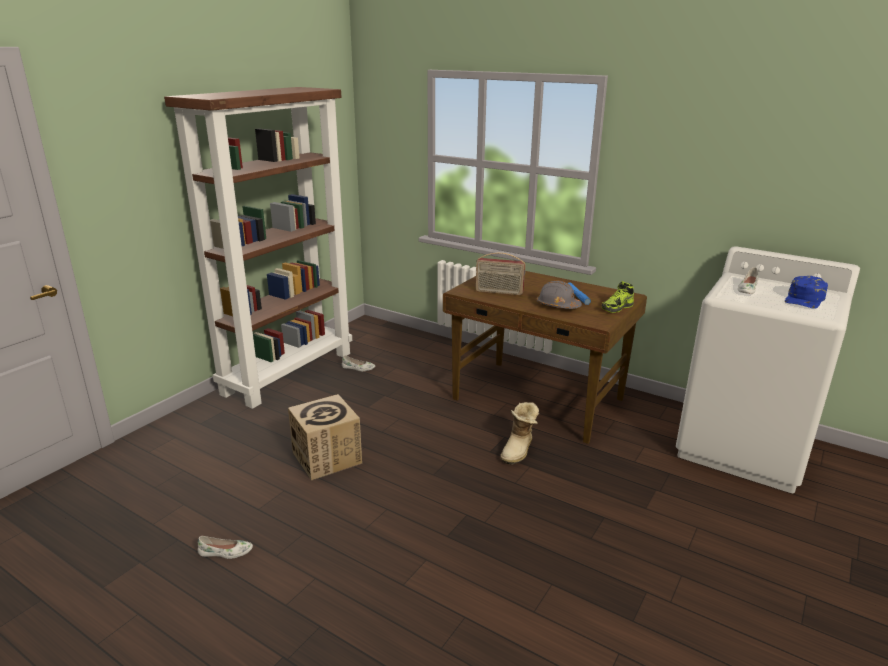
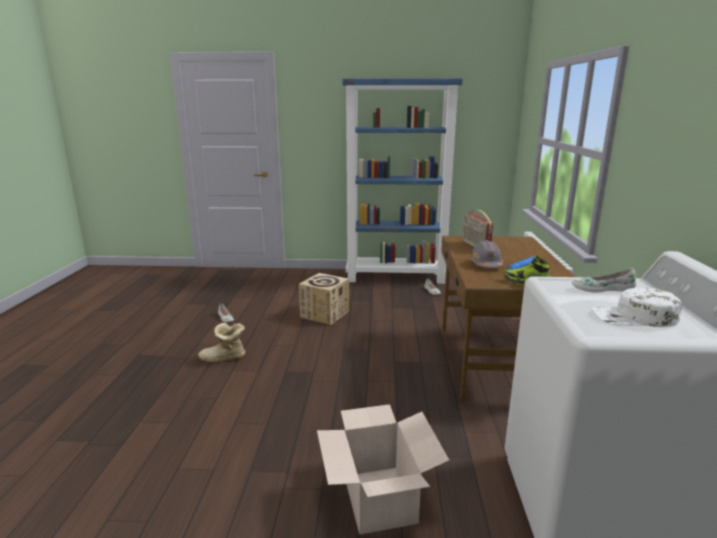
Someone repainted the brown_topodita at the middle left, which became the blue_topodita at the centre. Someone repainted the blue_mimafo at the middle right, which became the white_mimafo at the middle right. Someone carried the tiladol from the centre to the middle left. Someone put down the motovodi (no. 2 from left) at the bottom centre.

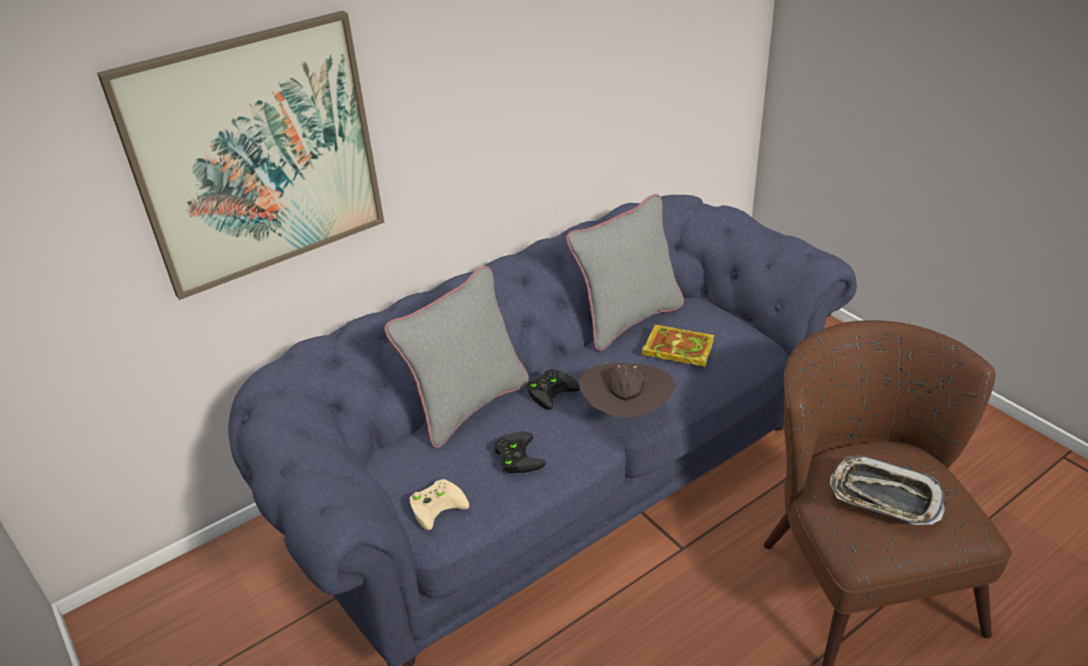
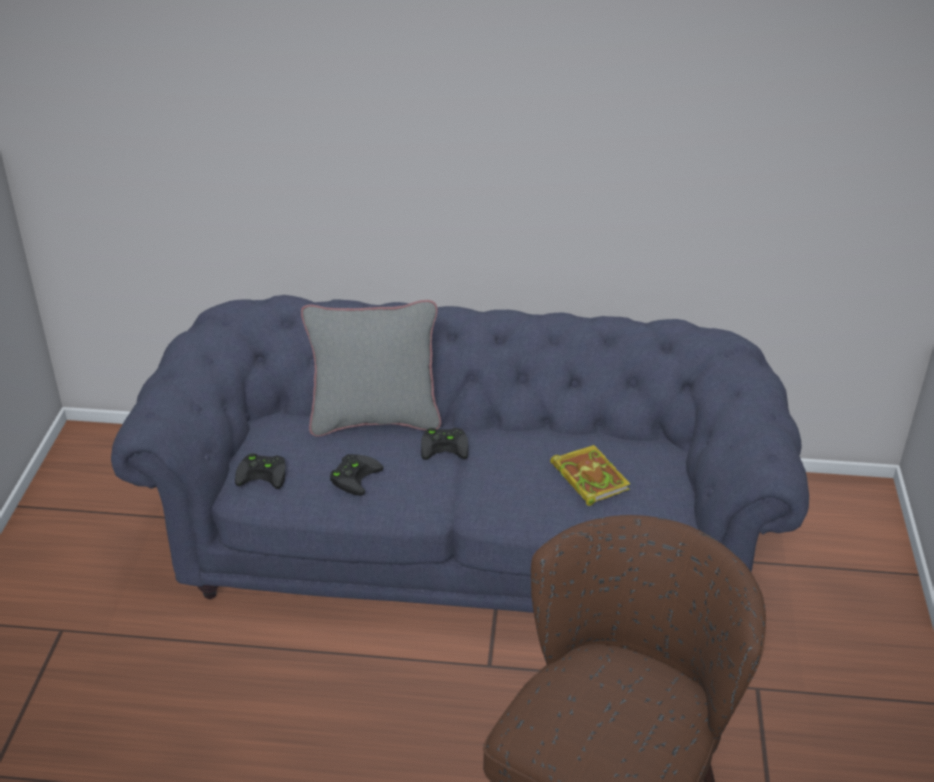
Someone took away the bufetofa at the top left. Someone took away the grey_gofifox (no. 2 from left) at the centre. Someone took away the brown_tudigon at the centre. Someone took away the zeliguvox at the bottom right. Someone repainted the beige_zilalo at the bottom centre, which became the black_zilalo (no. 1 from left) at the middle left.

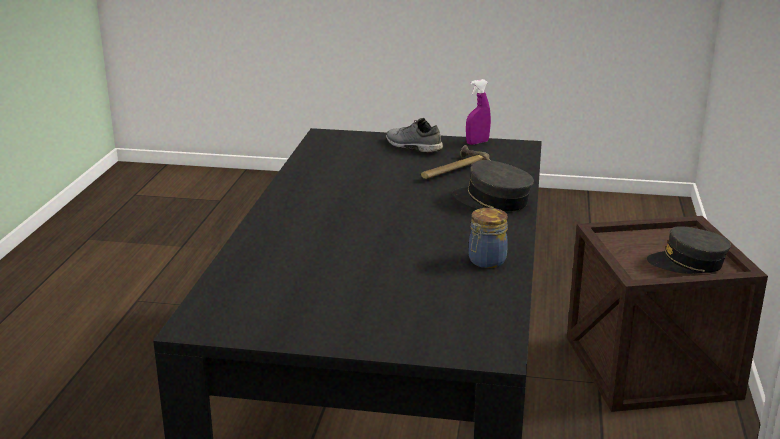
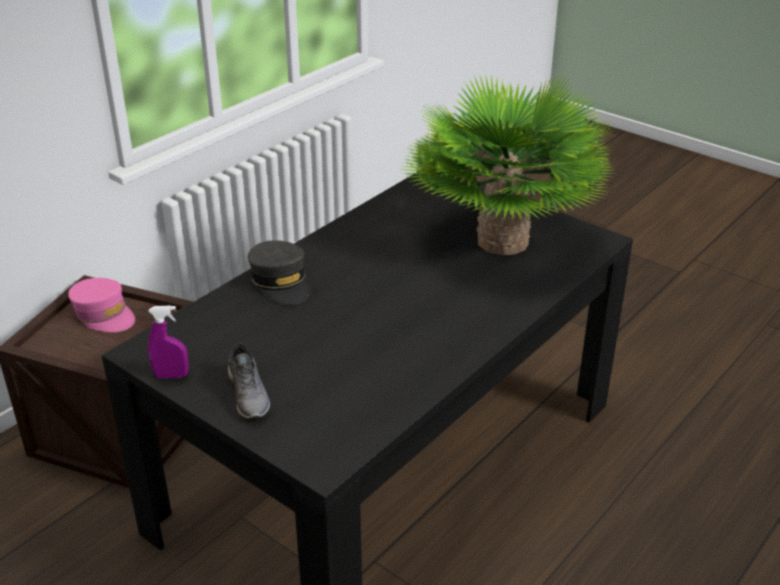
Someone took away the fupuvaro at the centre. Someone took away the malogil at the centre. Someone repainted the grey_mimafo (no. 2 from left) at the middle right, which became the pink_mimafo at the middle left. Someone put down the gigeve at the top centre.

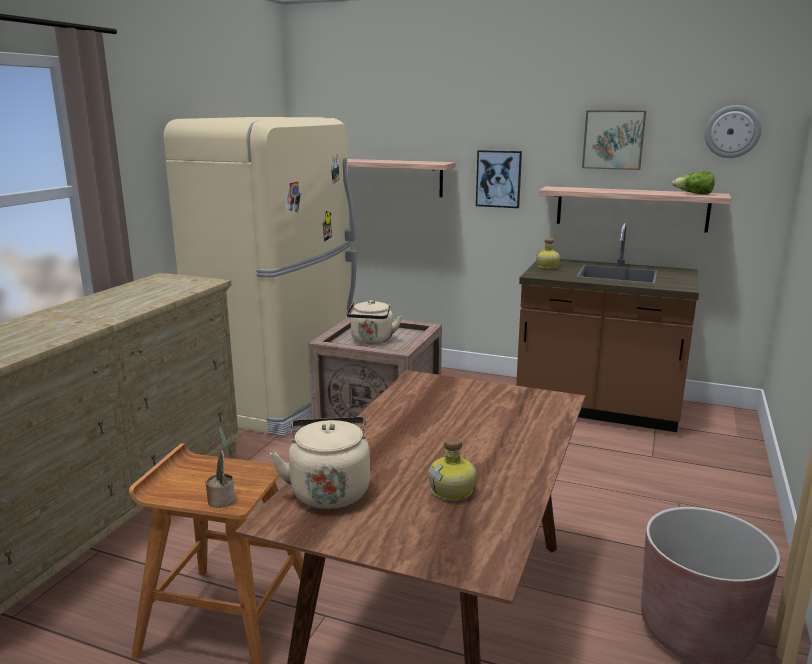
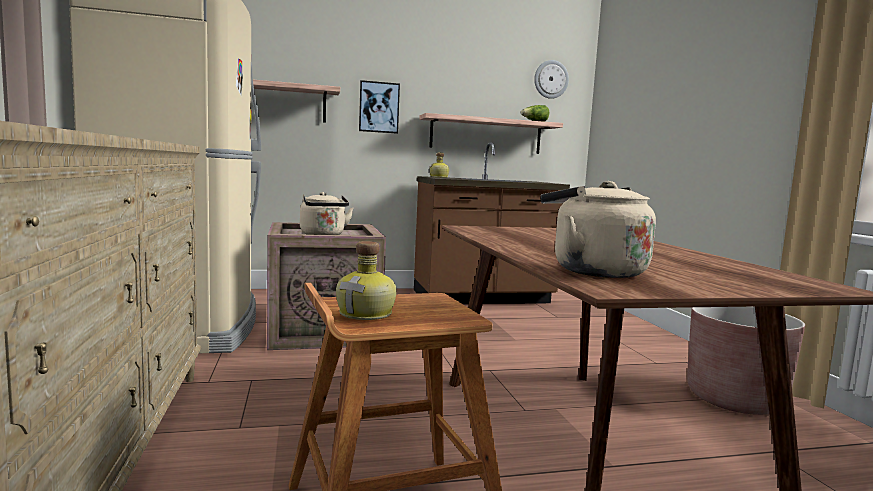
Someone took away the bufetofa (no. 2 from left) at the top right. Someone took away the gigeve at the bottom left. Someone carried the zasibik (no. 1 from left) from the bottom centre to the centre.

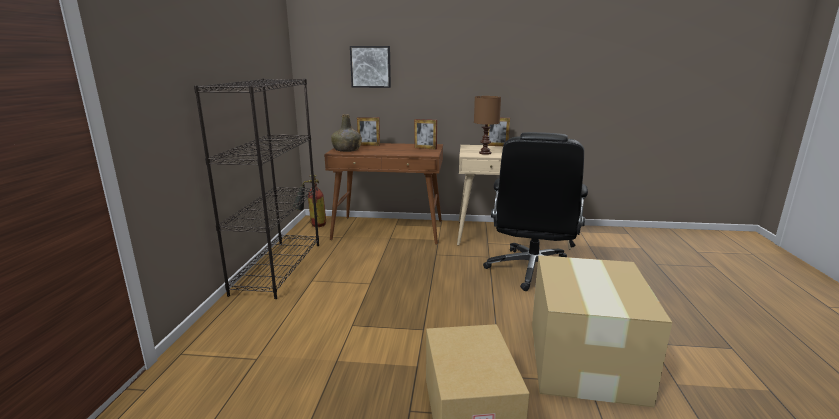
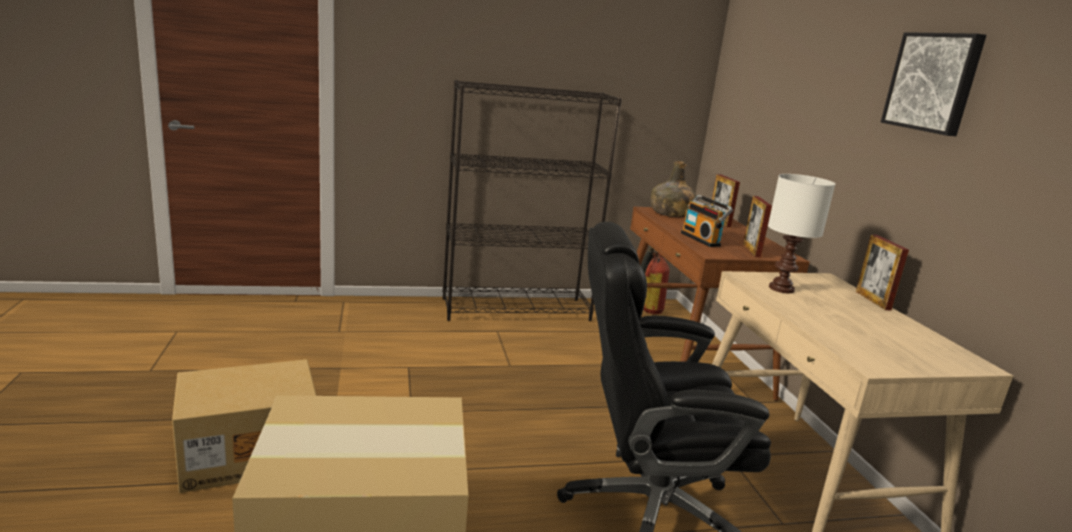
Someone carried the bufetofa from the top centre to the top right. Someone repainted the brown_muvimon at the top centre, which became the white_muvimon at the middle right. Someone put down the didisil at the centre.

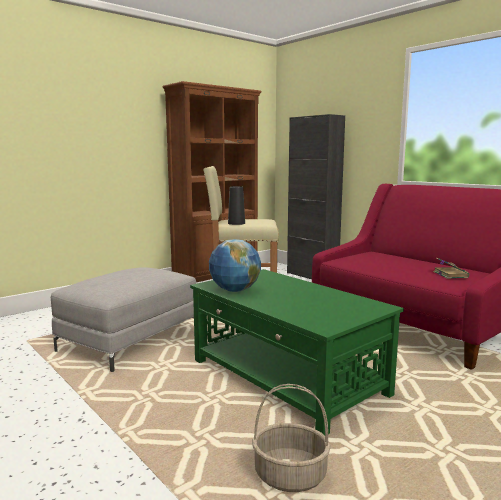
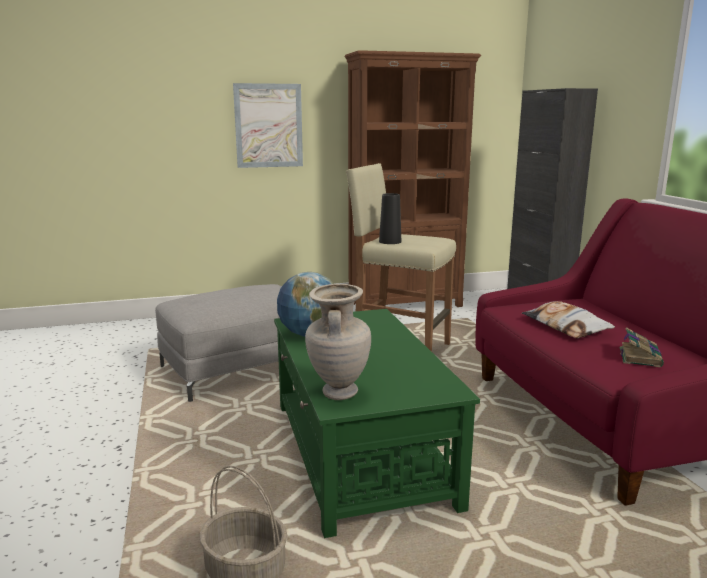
Someone put up the bufetofa at the top centre. Someone put down the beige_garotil at the centre. Someone put down the gofifox at the middle right.

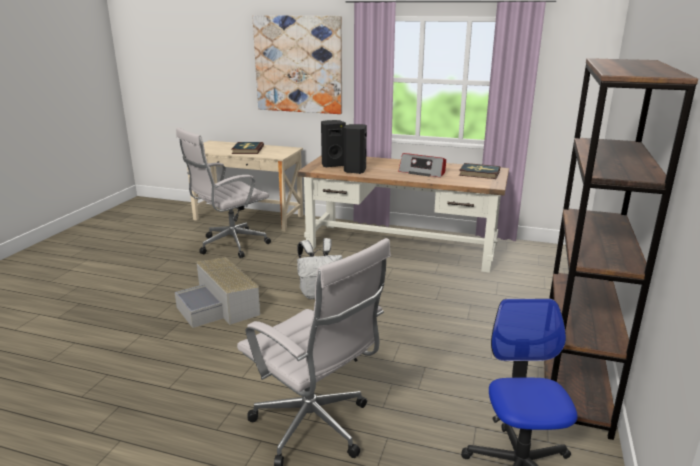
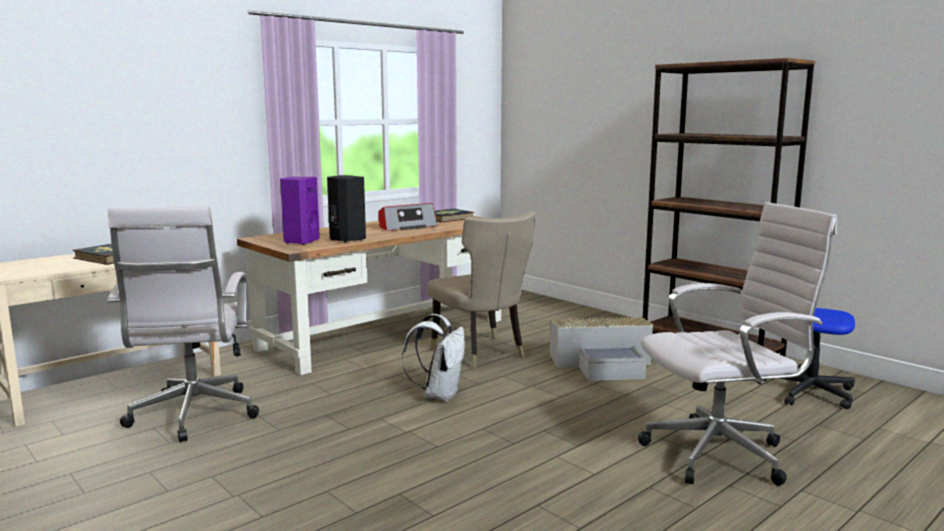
Someone took away the bufetofa at the top centre. Someone repainted the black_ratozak (no. 1 from left) at the top centre, which became the purple_ratozak at the middle left. Someone carried the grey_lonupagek from the middle left to the centre. Someone put down the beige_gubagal at the centre.

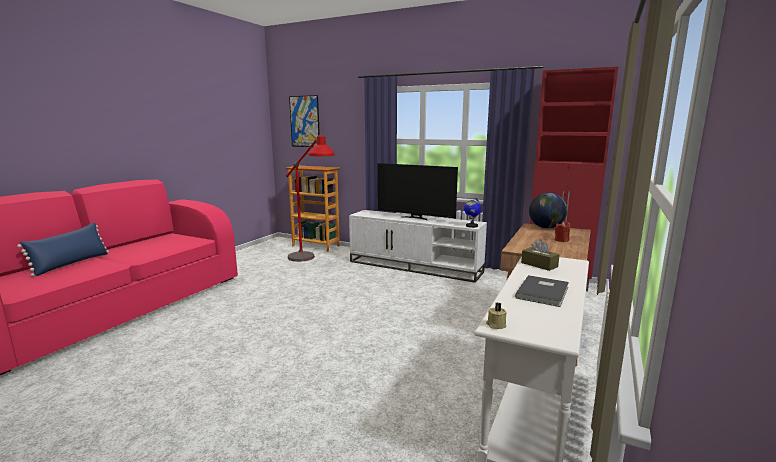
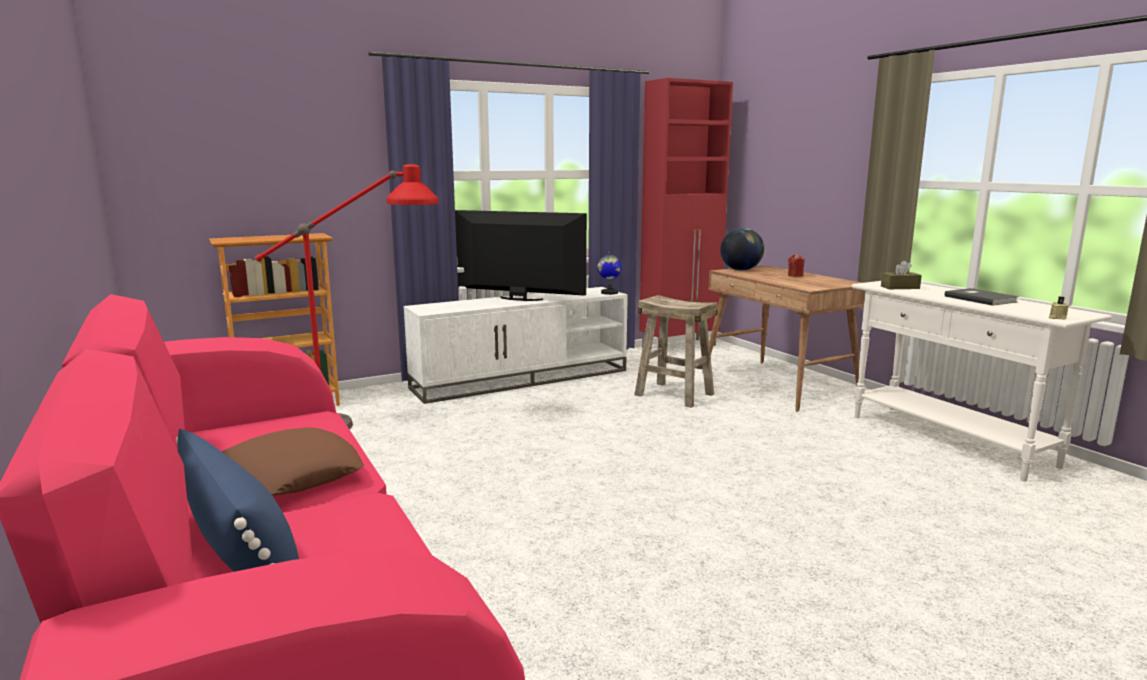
Someone took away the bufetofa at the top centre. Someone rotated the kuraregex at the centre by 135 degrees counterclockwise. Someone put down the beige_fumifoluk at the centre. Someone put down the brown_gofifox at the bottom left.

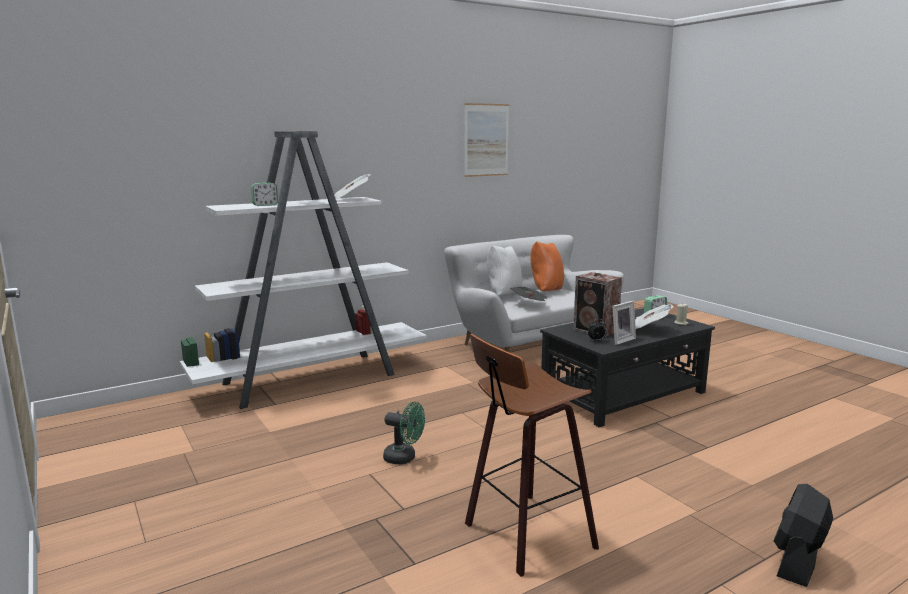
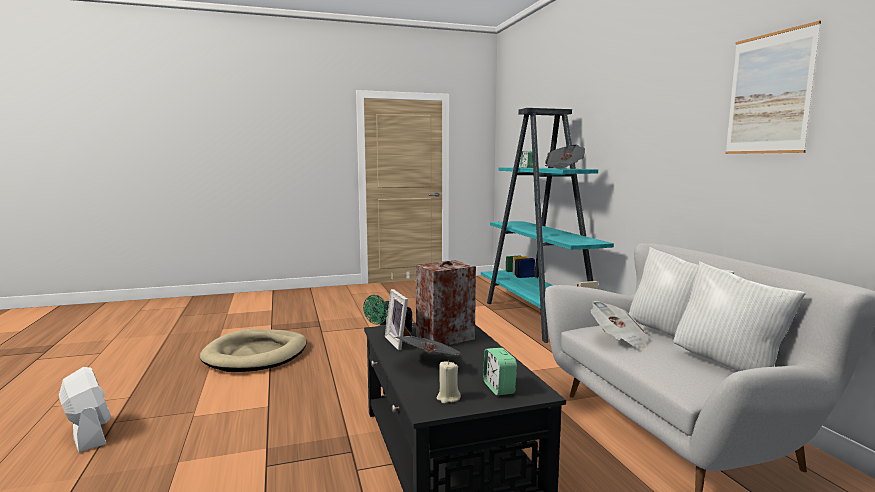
Someone repainted the white_topodita at the centre, which became the turquoise_topodita at the centre. Someone repainted the orange_gofifox at the centre, which became the white_gofifox (no. 2 from left) at the middle right. Someone swapped the fumifoluk at the bottom centre for the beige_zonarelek at the bottom left. Someone repainted the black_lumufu at the bottom right, which became the white_lumufu at the bottom left.

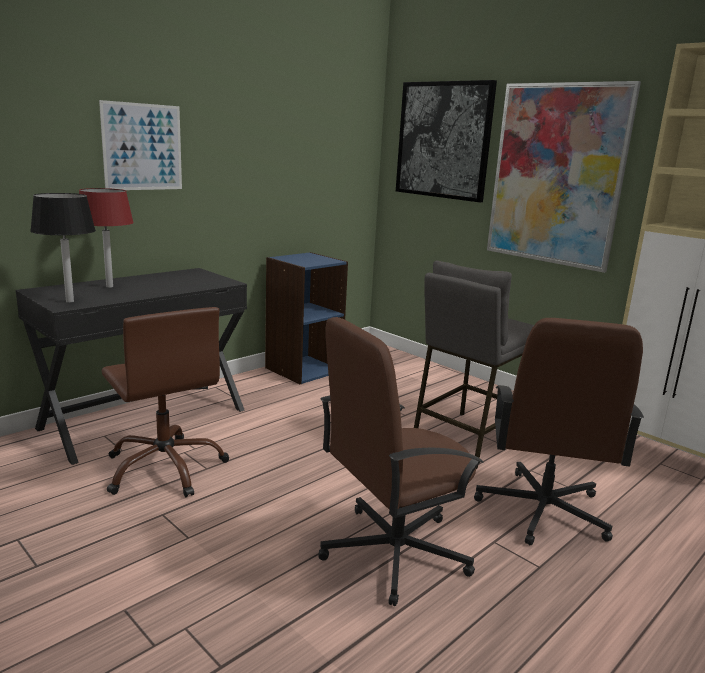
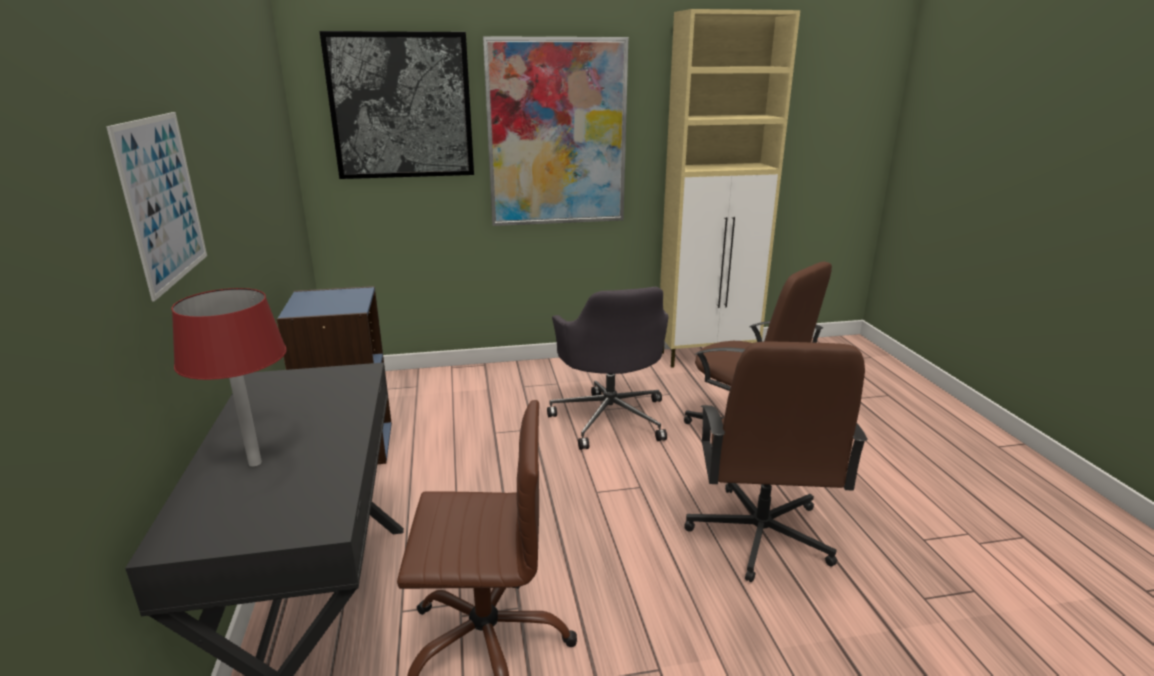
Someone took away the black_muvimon at the middle left. Someone swapped the grey_fumifoluk at the middle right for the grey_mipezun at the centre.

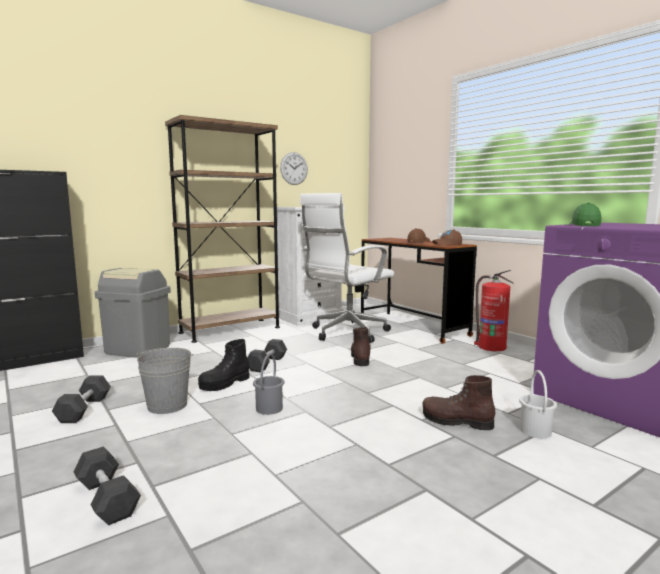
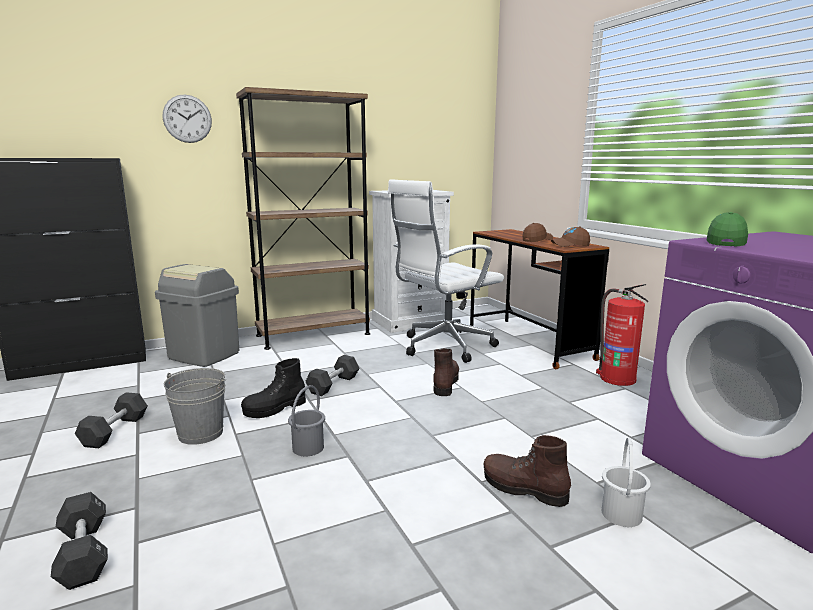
Someone carried the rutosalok from the top centre to the top left.

